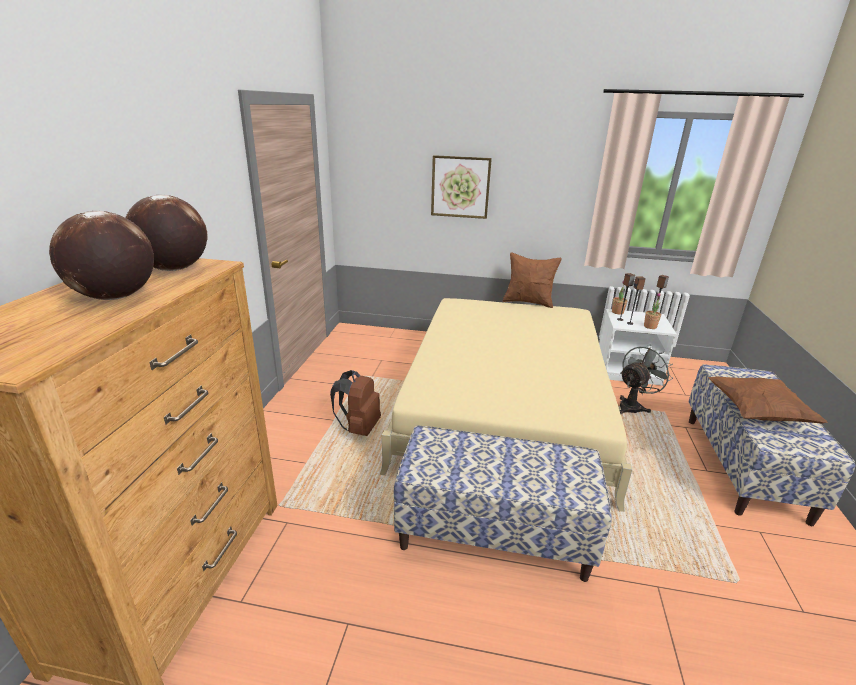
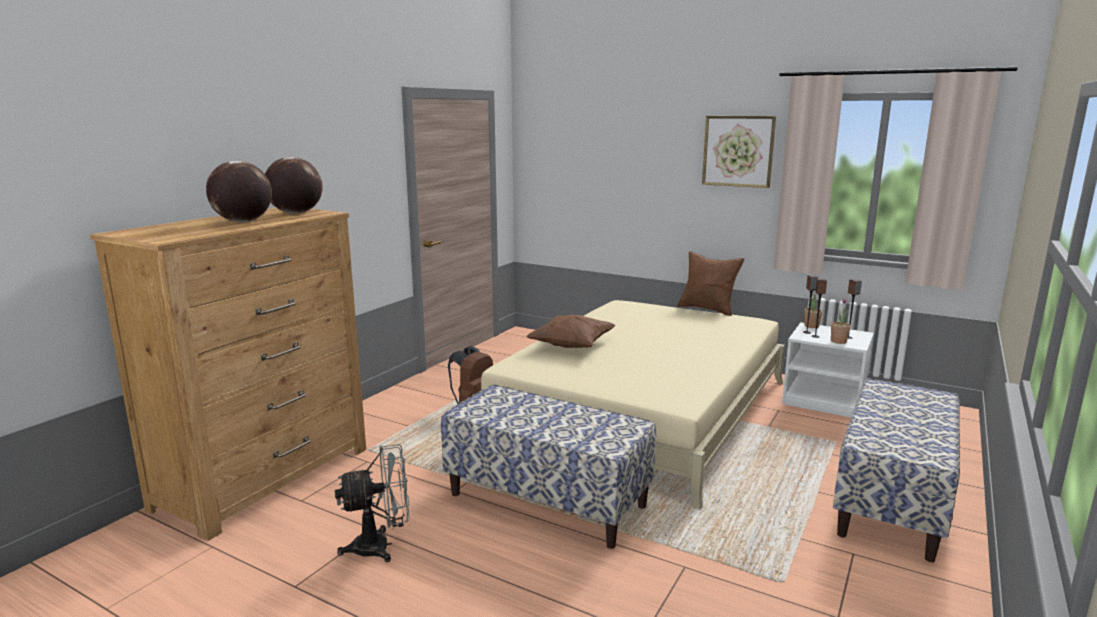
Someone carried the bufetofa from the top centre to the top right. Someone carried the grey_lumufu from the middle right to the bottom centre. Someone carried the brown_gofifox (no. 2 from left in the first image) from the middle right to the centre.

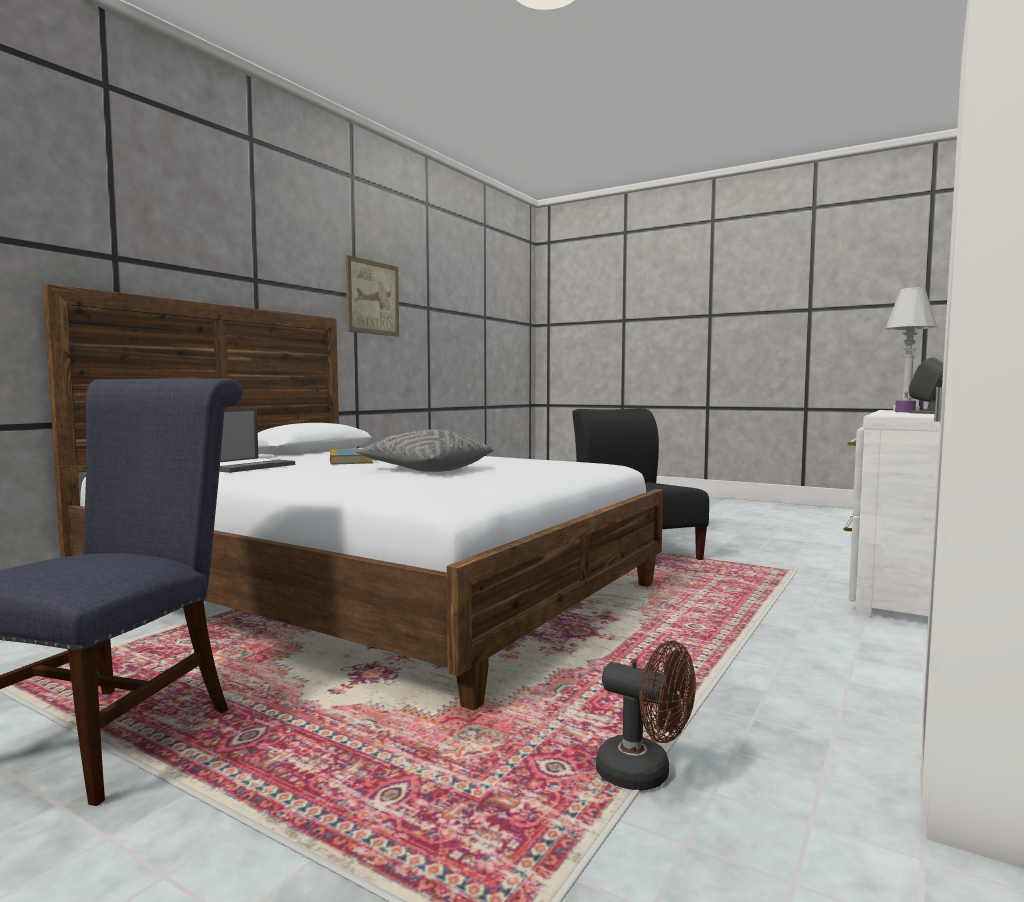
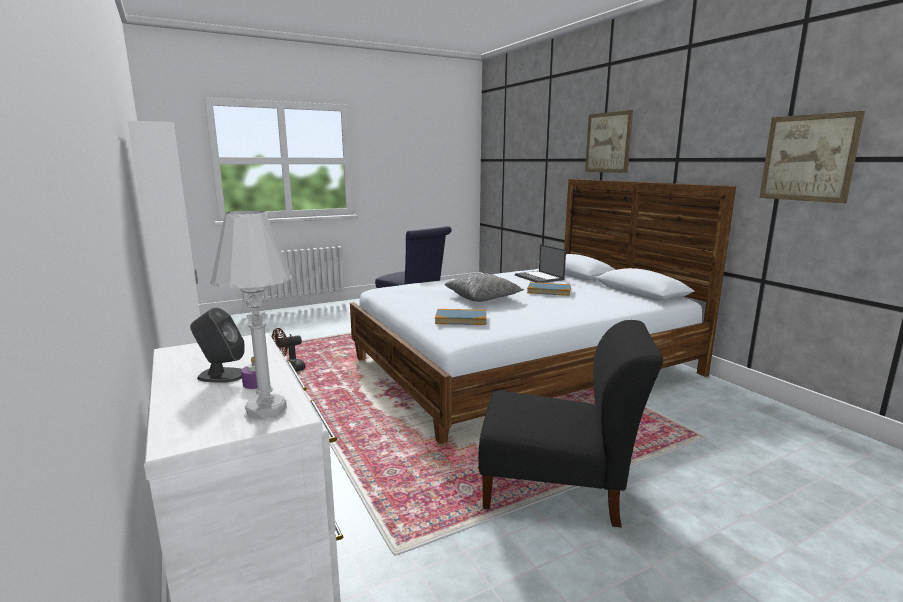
Someone put up the bufetofa (no. 1 from left) at the top right. Someone put down the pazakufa (no. 1 from left) at the centre.

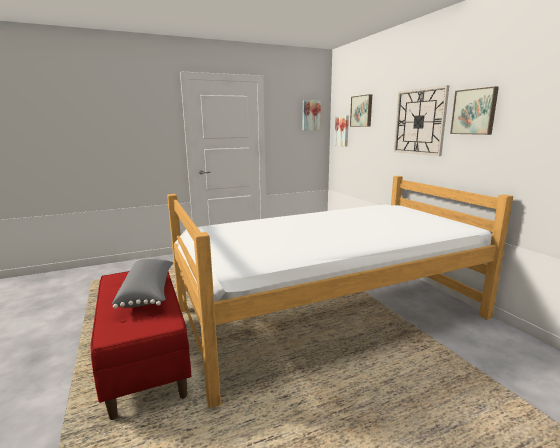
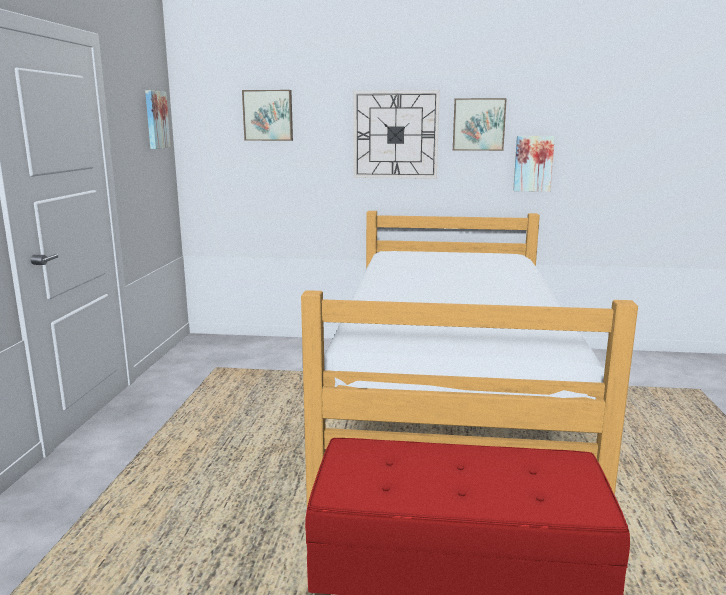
Someone carried the bufetofa (no. 2 from left in the first image) from the top centre to the top right. Someone took away the grey_gofifox at the middle left.

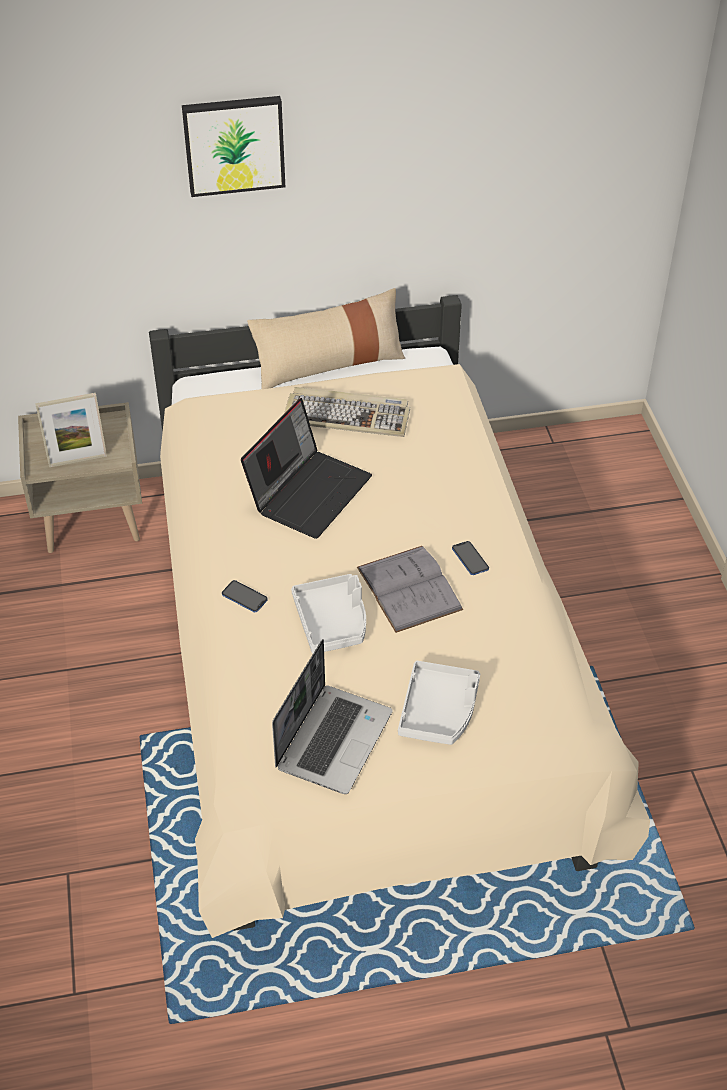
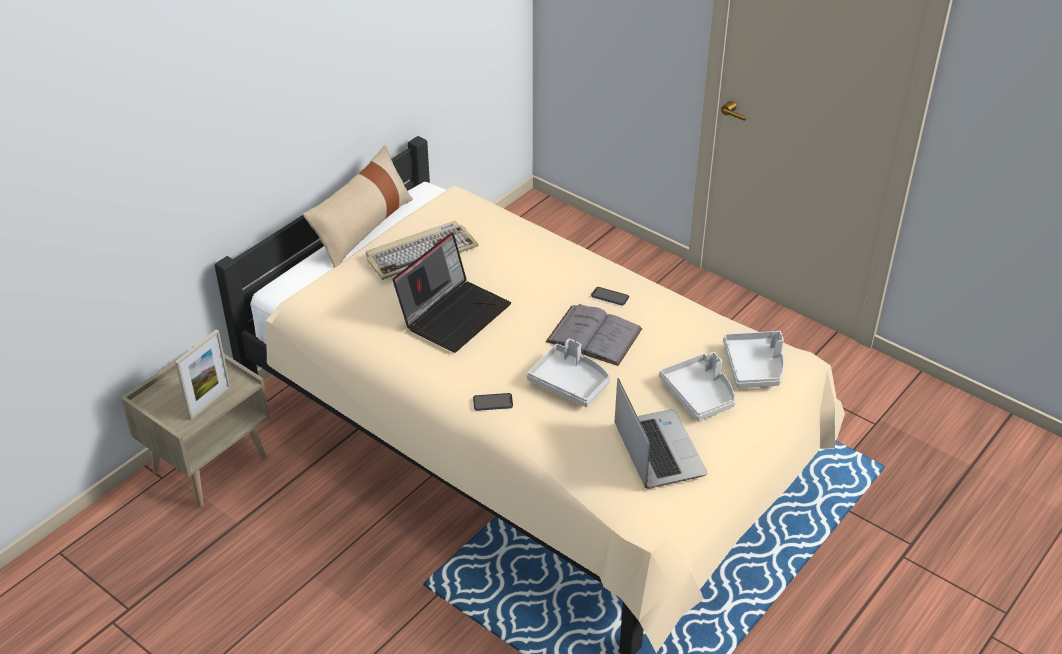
Someone took away the bufetofa at the top left. Someone rotated the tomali (no. 1 from left) at the centre by 45 degrees clockwise. Someone put down the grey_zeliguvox (no. 3 from left) at the middle right.

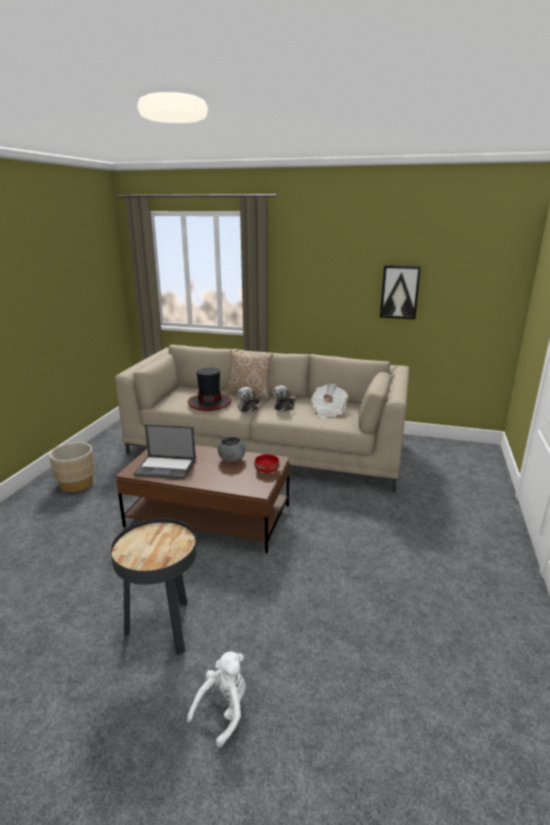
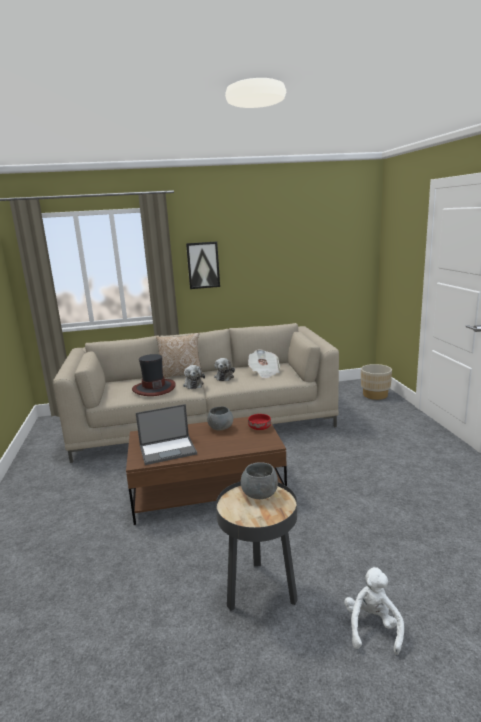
Someone carried the bufetofa from the middle right to the centre. Someone carried the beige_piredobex from the middle left to the middle right. Someone put down the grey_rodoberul (no. 2 from left) at the centre.

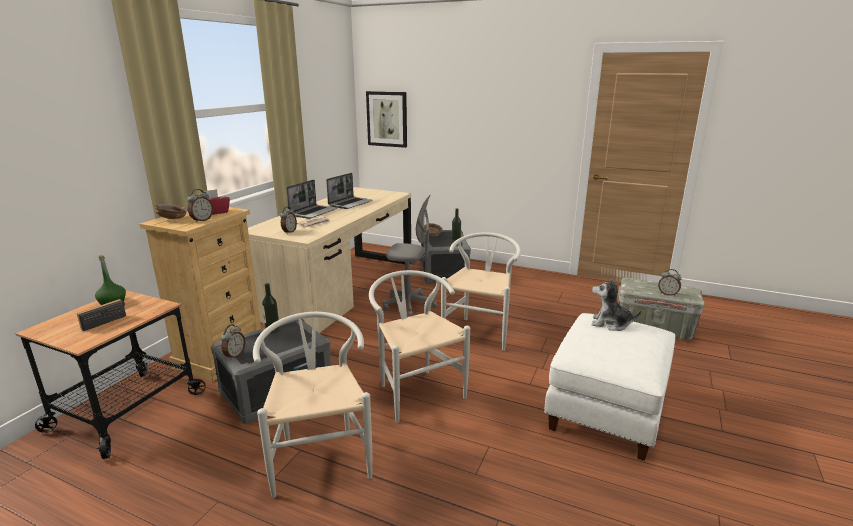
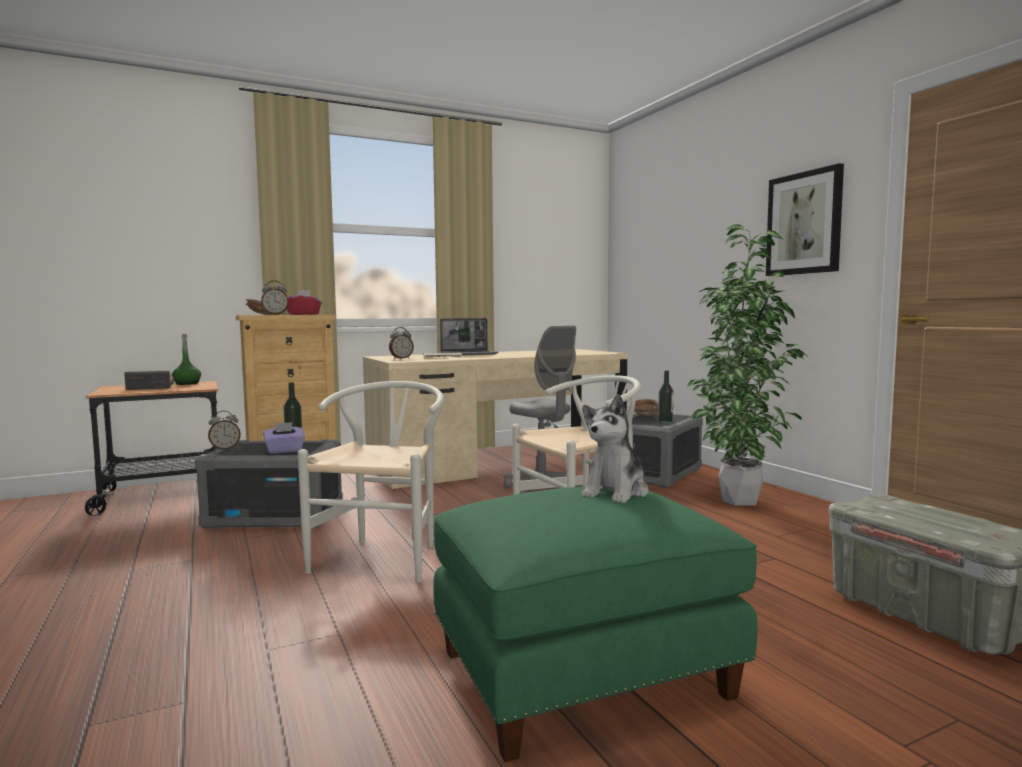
Someone carried the bufetofa from the top centre to the top right. Someone took away the tomali (no. 2 from left) at the centre. Someone took away the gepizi (no. 4 from left) at the middle right. Someone rotated the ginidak at the middle right by 120 degrees counterclockwise. Someone took away the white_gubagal (no. 1 from left) at the bottom centre. Someone repainted the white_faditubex at the bottom right, which became the green_faditubex at the bottom centre. Someone put down the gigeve at the middle right. Someone put down the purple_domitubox at the middle left.

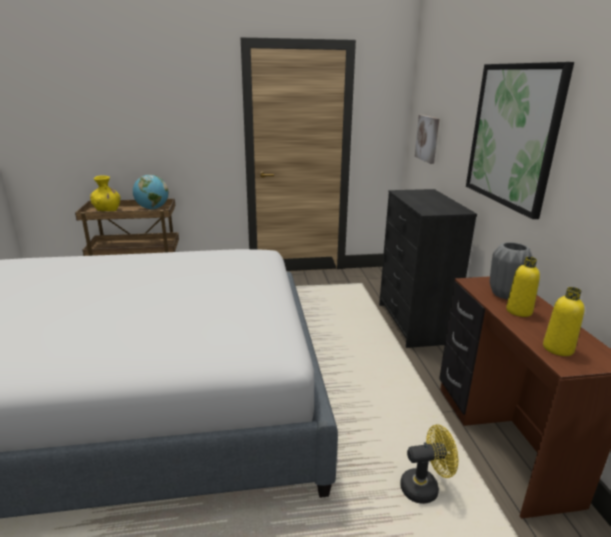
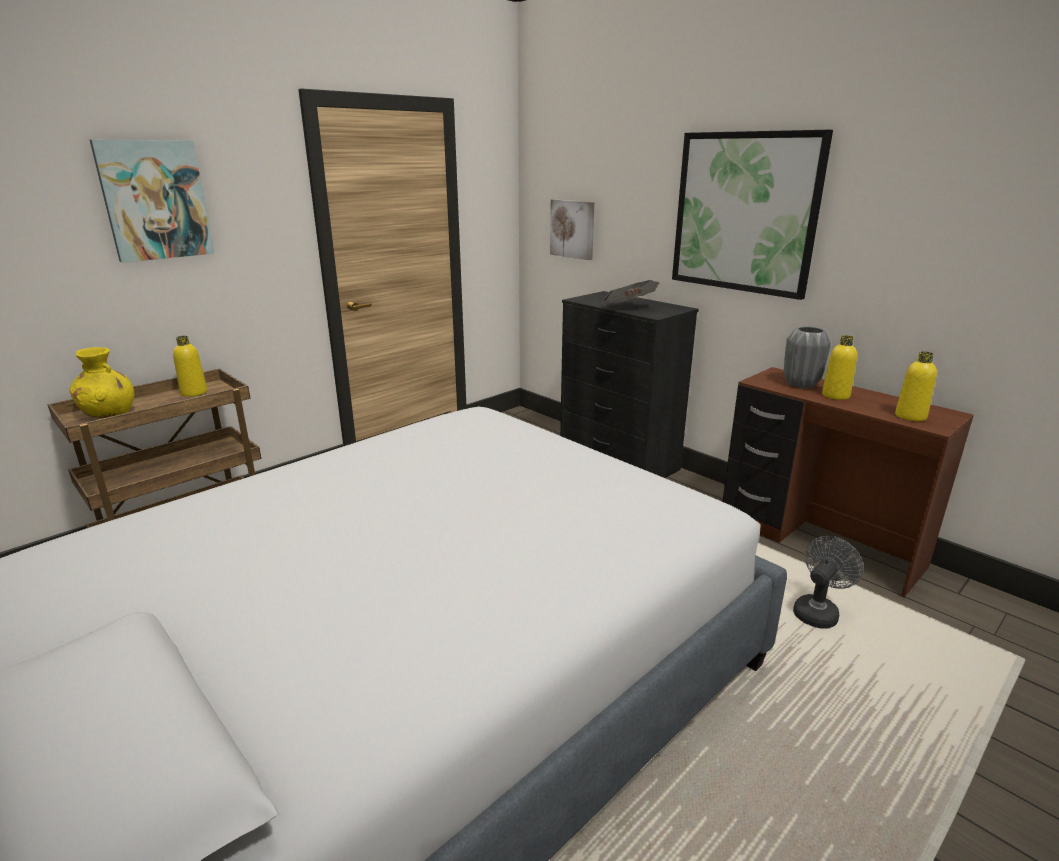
Someone swapped the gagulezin at the middle left for the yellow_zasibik (no. 1 from left) at the middle left. Someone repainted the yellow_lumufu at the bottom right, which became the grey_lumufu at the bottom right. Someone put up the bufetofa (no. 1 from left) at the top left. Someone put down the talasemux at the centre.

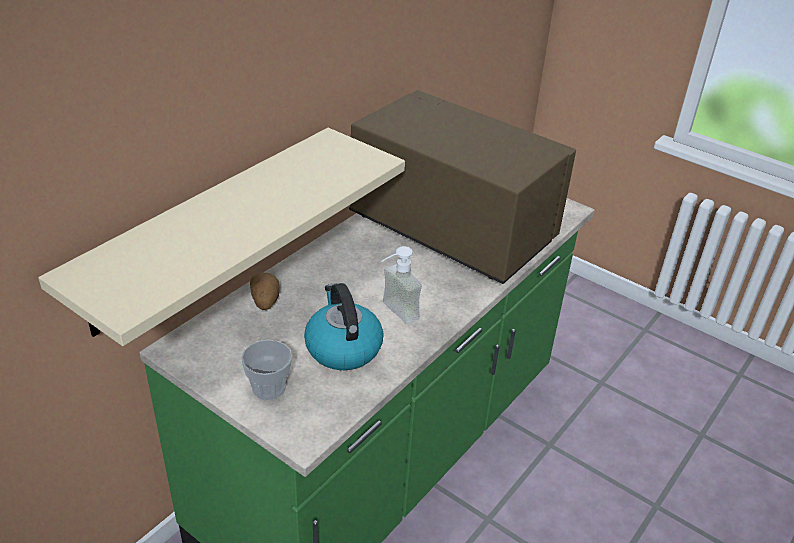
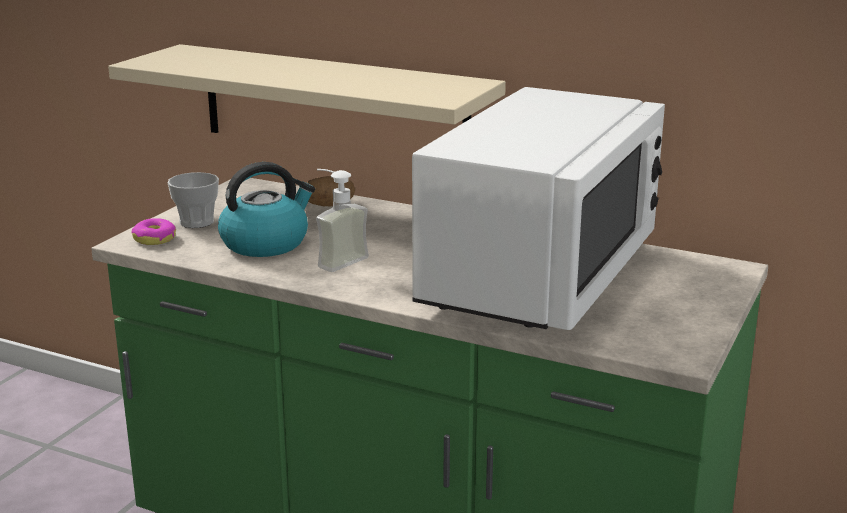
Someone repainted the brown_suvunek at the centre, which became the white_suvunek at the centre. Someone put down the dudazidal at the middle left.

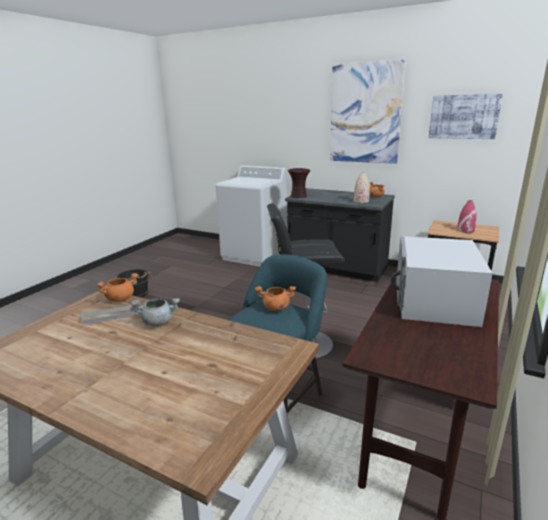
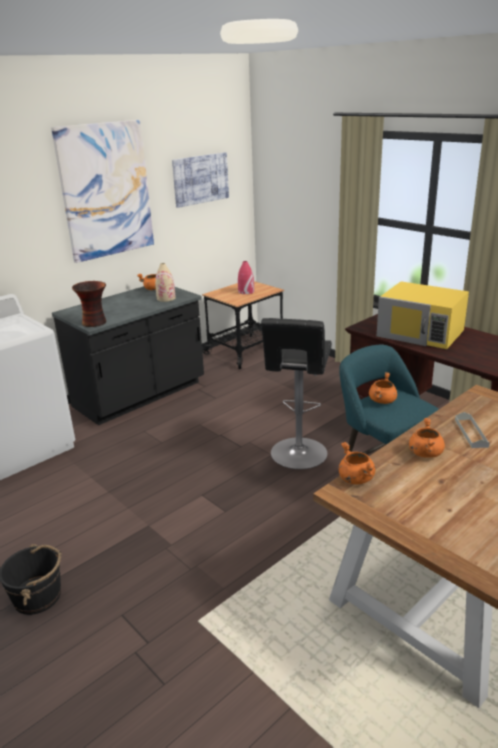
Someone repainted the white_suvunek at the middle right, which became the yellow_suvunek at the middle right. Someone repainted the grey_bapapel at the middle left, which became the orange_bapapel (no. 4 from left) at the middle right. Someone carried the grey_zeliguvox from the middle left to the middle right.

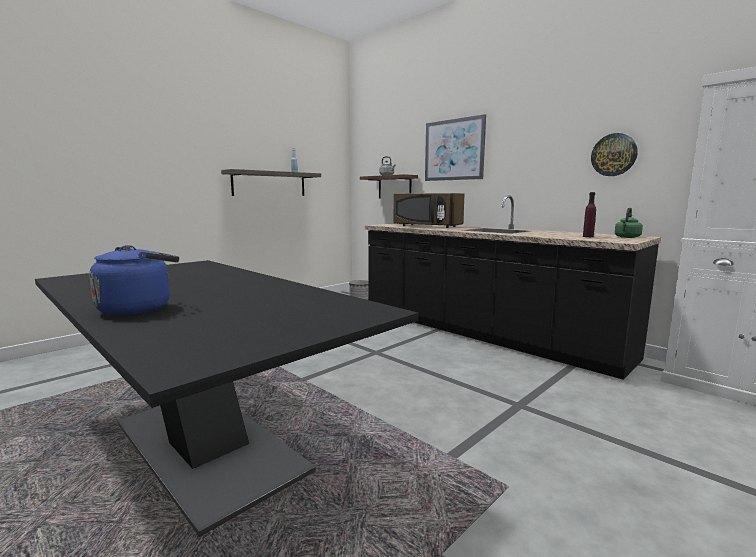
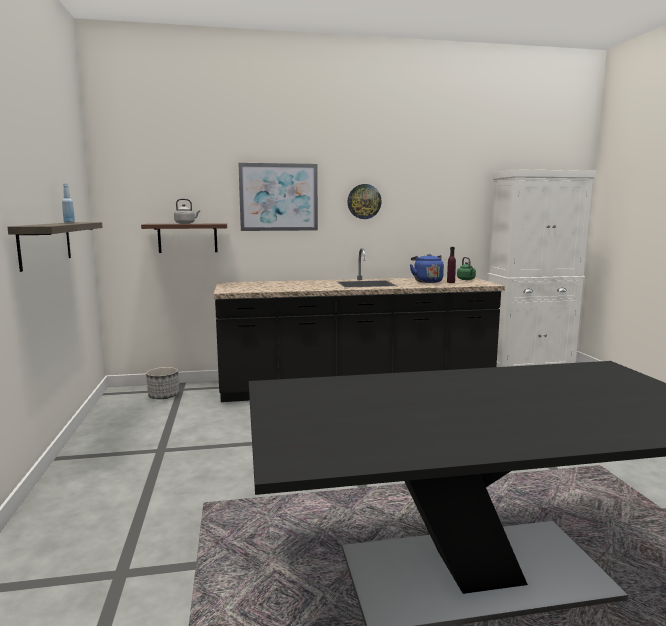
Someone carried the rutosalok from the top right to the top centre. Someone took away the brown_suvunek at the centre. Someone carried the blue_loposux from the middle left to the centre.

